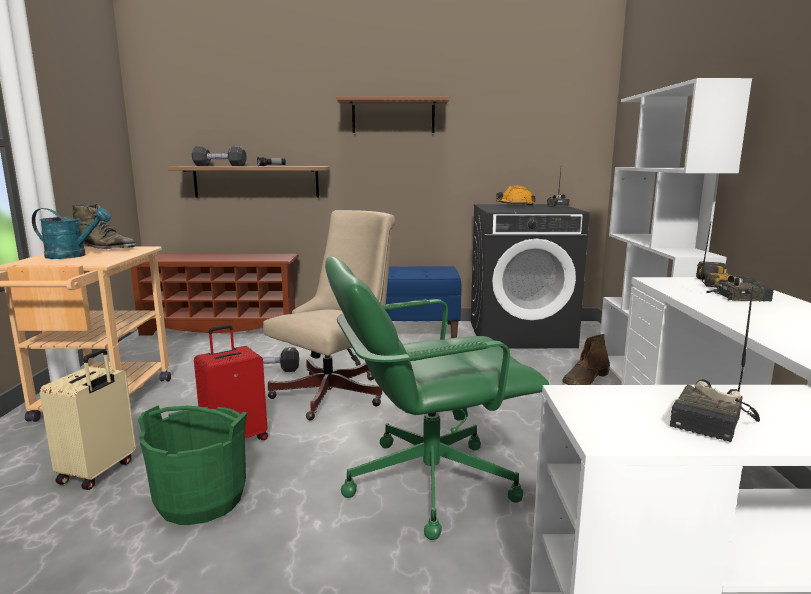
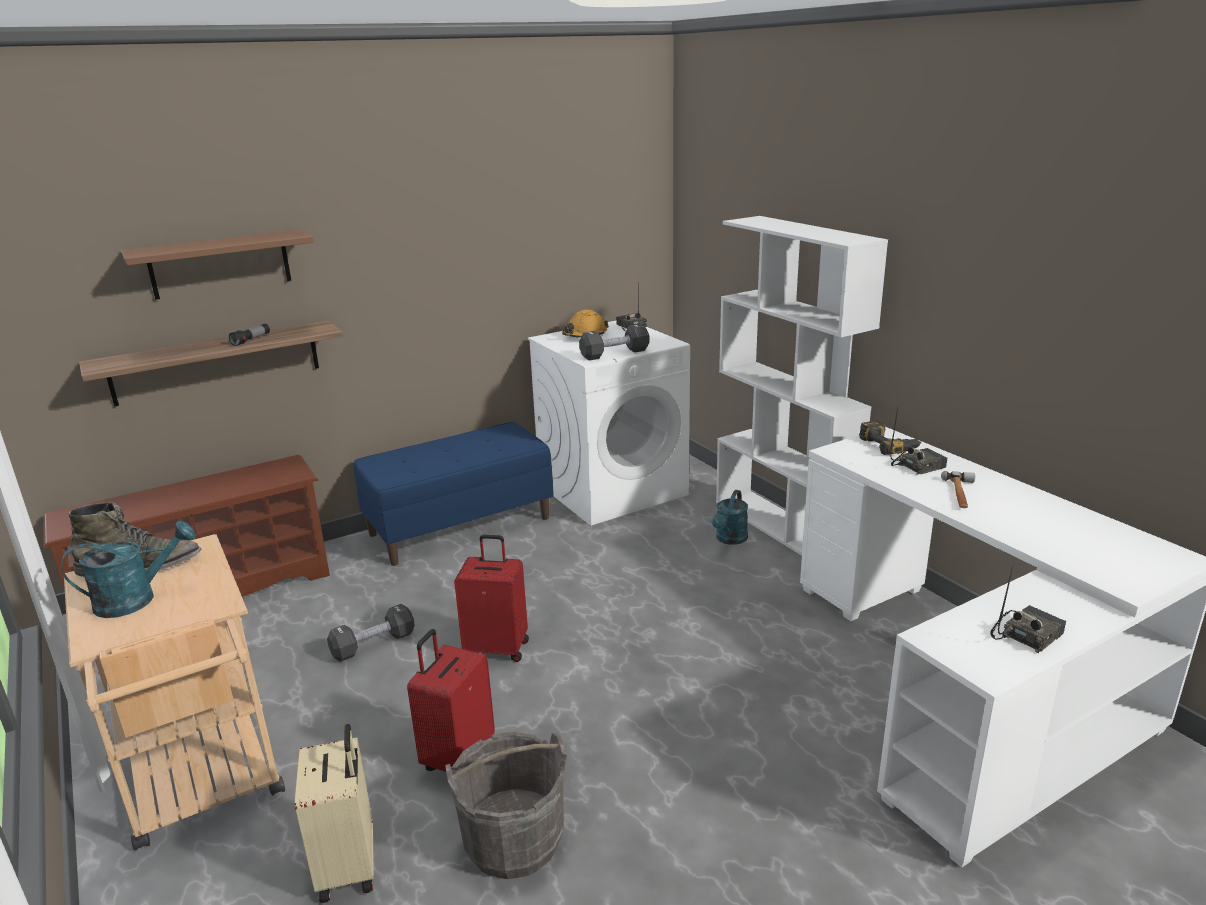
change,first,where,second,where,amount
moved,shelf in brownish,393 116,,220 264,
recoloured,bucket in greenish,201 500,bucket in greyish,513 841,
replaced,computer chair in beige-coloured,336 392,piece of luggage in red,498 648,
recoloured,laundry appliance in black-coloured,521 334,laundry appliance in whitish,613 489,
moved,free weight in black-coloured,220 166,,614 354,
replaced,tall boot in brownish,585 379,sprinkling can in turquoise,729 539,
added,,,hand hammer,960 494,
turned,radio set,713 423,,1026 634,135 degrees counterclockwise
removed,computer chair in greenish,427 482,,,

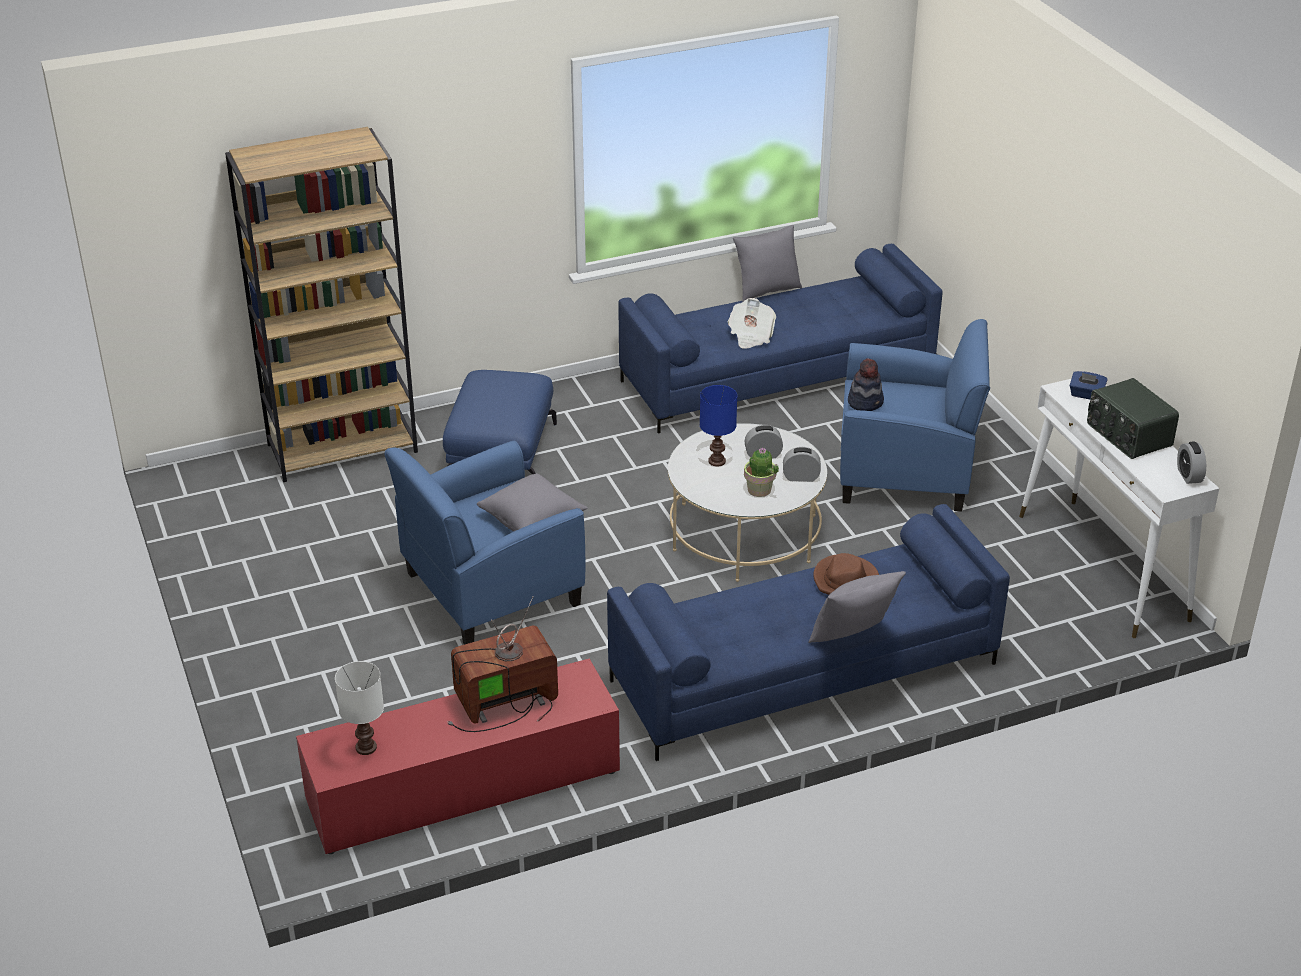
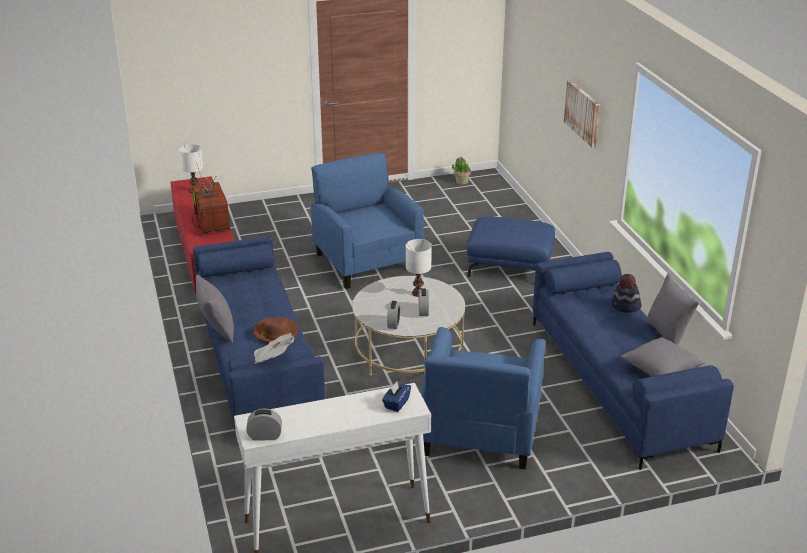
change,first,where,second,where,amount
moved,daily paper,751 336,,273 357,
recoloured,table lamp in bluish,716 461,table lamp in whitish,418 293,
moved,plant in a pot,759 490,,461 181,
added,,,picture,582 113,
moved,hat,865 402,,625 306,
moved,cushion in greyish,532 520,,660 371,
removed,bookshelf in brownish,343 448,,,
removed,radio set,1128 435,,,

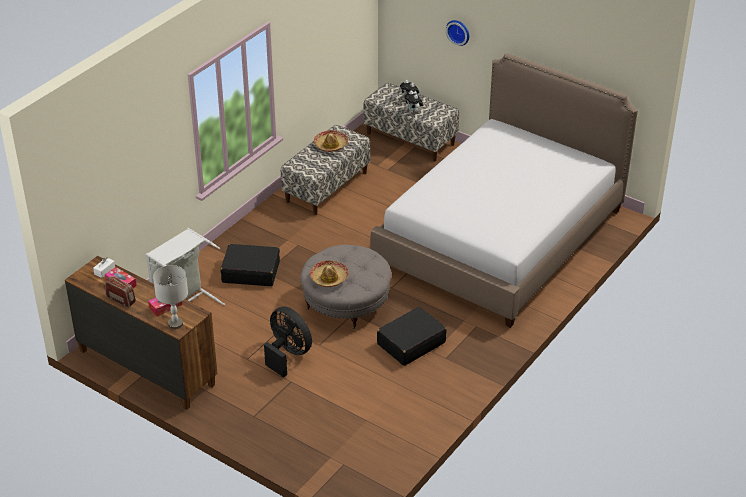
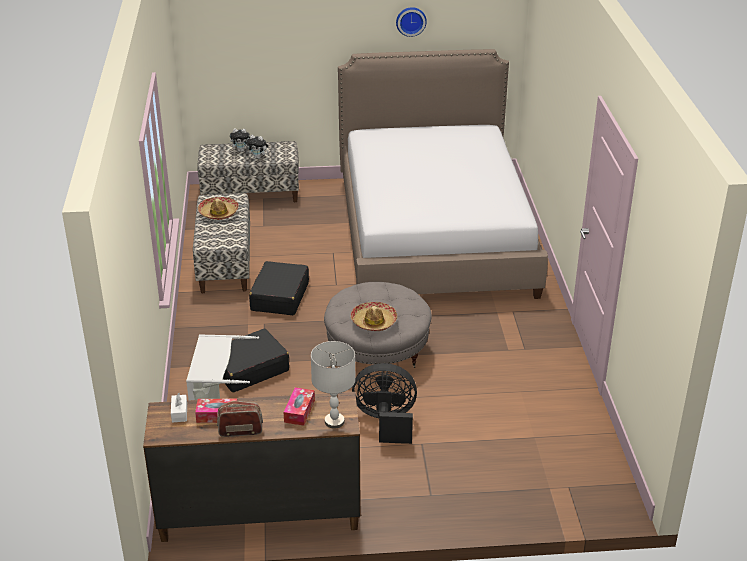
change,first,where,second,where,amount
moved,piece of luggage in black-coloured,411 343,,279 297,
moved,clock on the wall,459 31,,411 21,

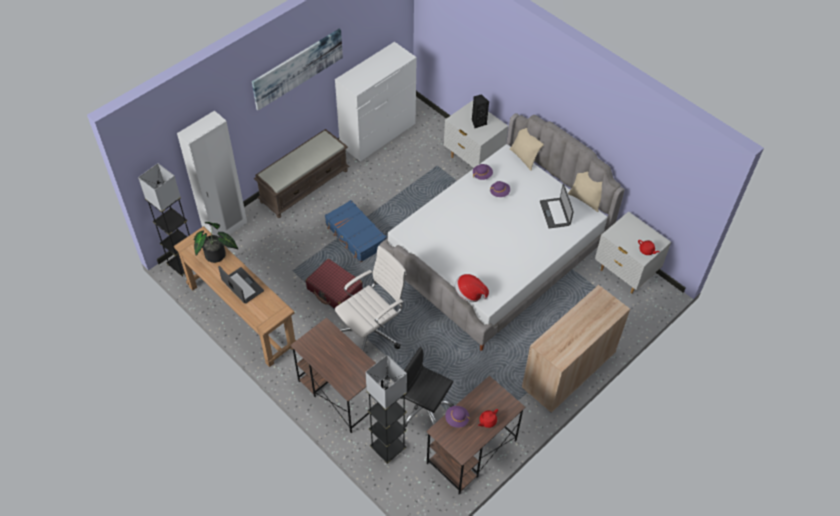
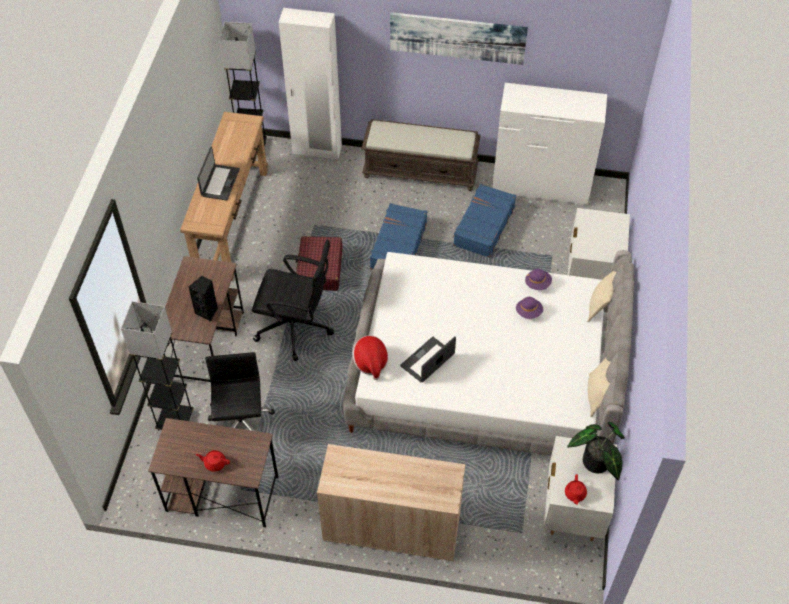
change,first,where,second,where,amount
moved,speaker in black-coloured,478 122,,207 312,
recoloured,computer chair in whitish,372 332,computer chair in black-coloured,296 328,
moved,laptop,555 213,,428 360,
added,,,piece of luggage in bluish,483 226,
moved,plant in a pot,217 256,,596 464,
removed,hat in purple-coloured,457 419,,,

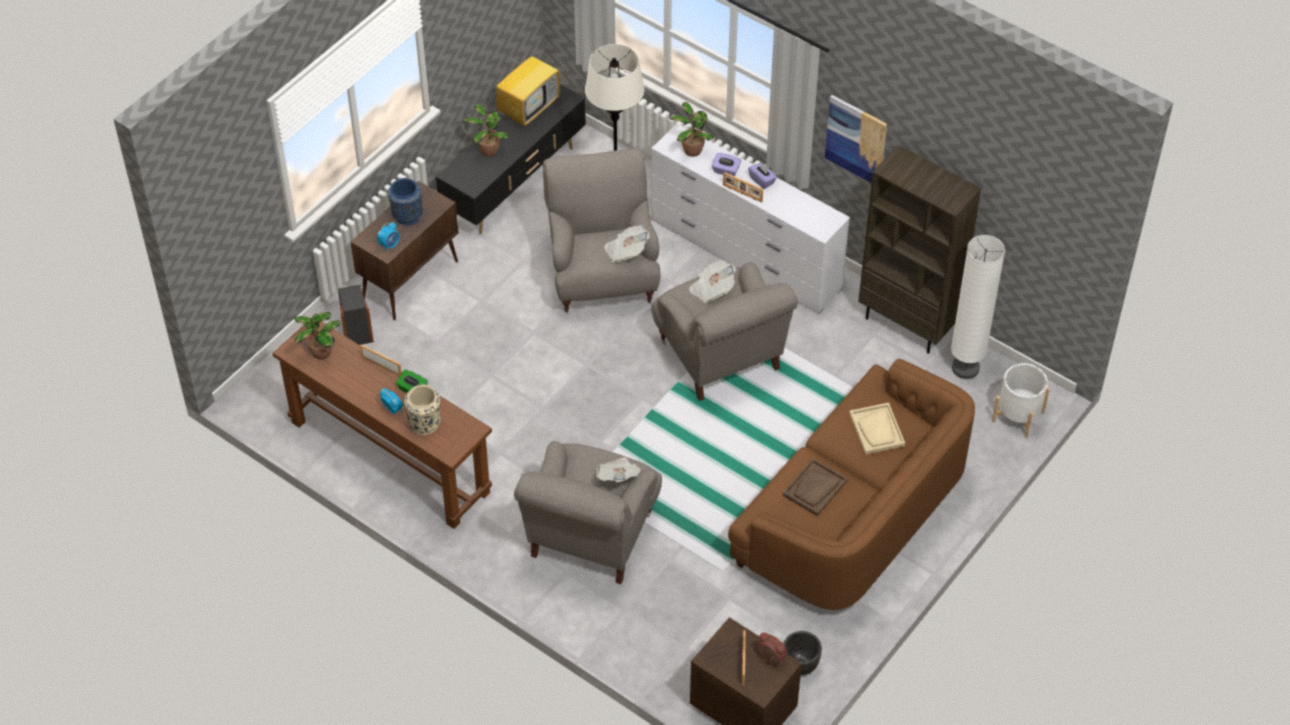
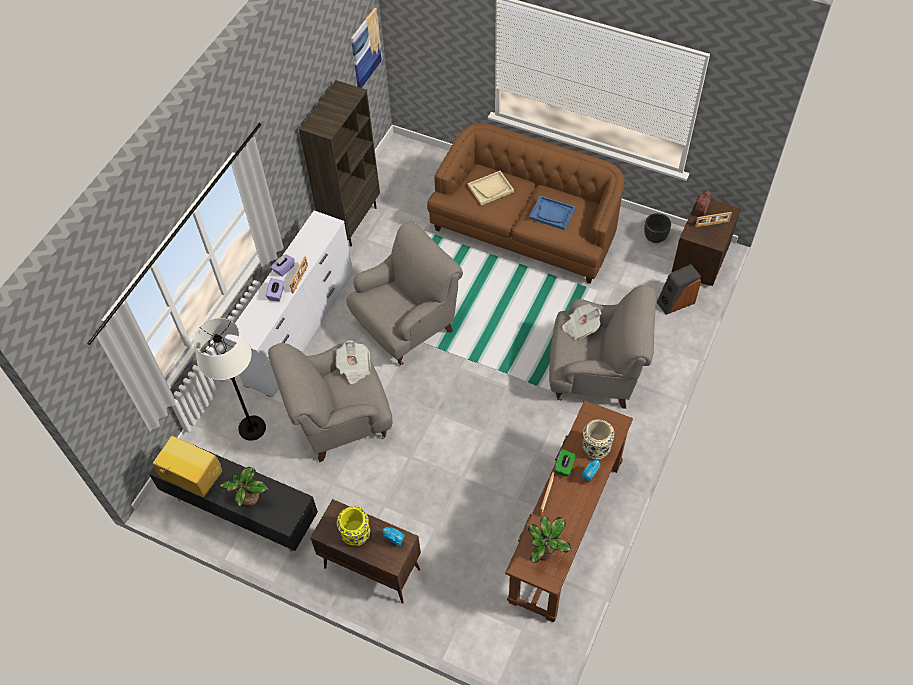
change,first,where,second,where,amount
recoloured,flower vase in bluish,407 215,flower vase in yellowish,356 535,
moved,picture,856 140,,365 49,
recoloured,serving tray in brownish,815 488,serving tray in bluish,552 213,
moved,speaker,356 329,,675 302,
removed,plant in a pot,691 150,,,
removed,daily paper,712 289,,,
removed,floor lamp in whitish,965 368,,,
removed,planter in whitish,1018 416,,,

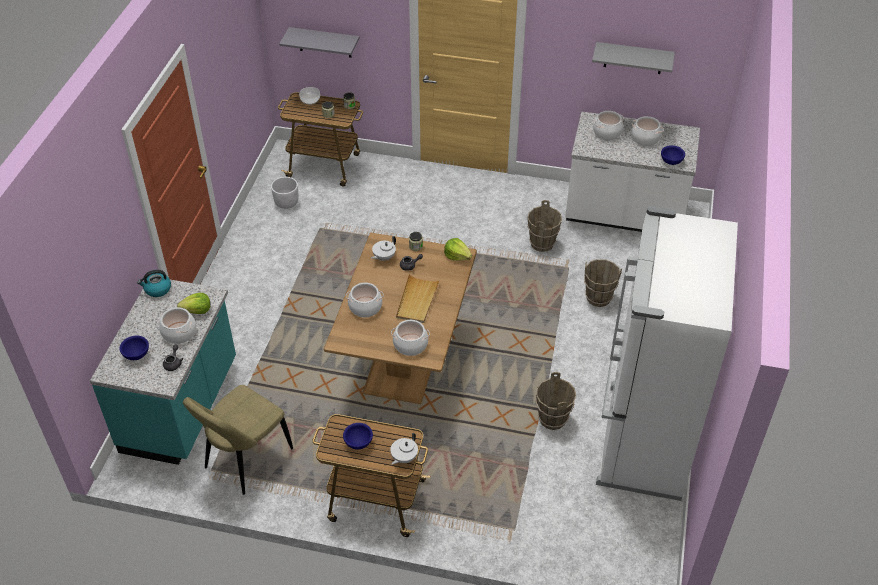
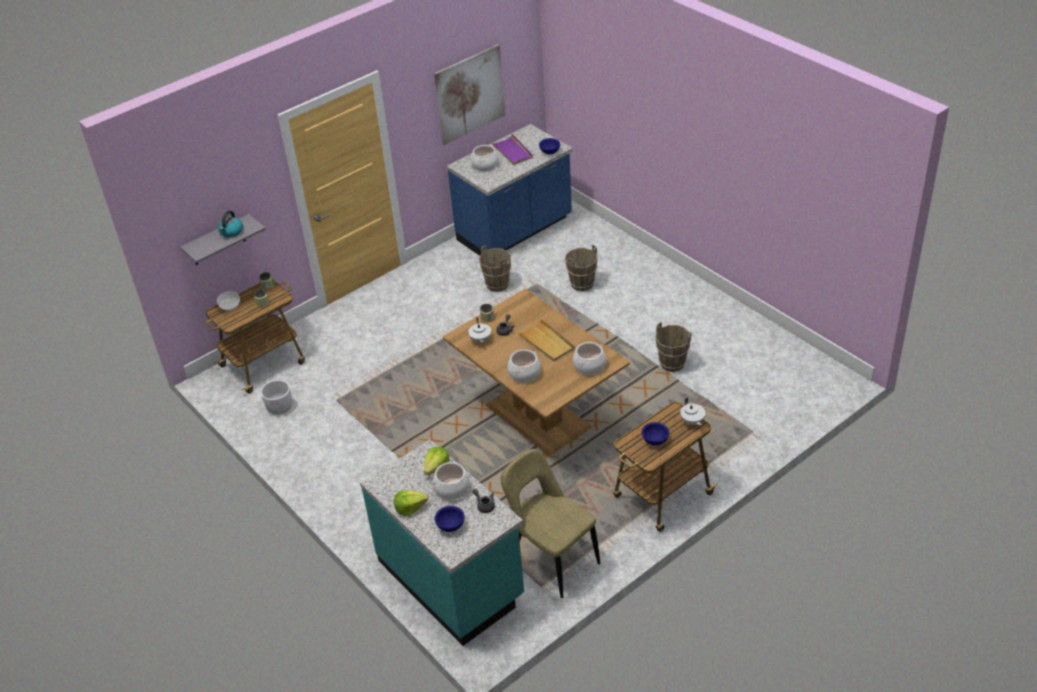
change,first,where,second,where,amount
moved,tea kettle,157 289,,231 232,
moved,lettuce head,457 256,,410 507,
replaced,shelf in greyish,633 58,picture,470 94,
recoloured,kitchen counter in whitish,624 215,kitchen counter in bluish,515 230,
replaced,stockpot,645 138,serving tray in purple-coloured,512 151,
turned,upright chair in beige-coloured,245 460,,551 560,150 degrees clockwise
removed,fridge in whitish,641 441,,,

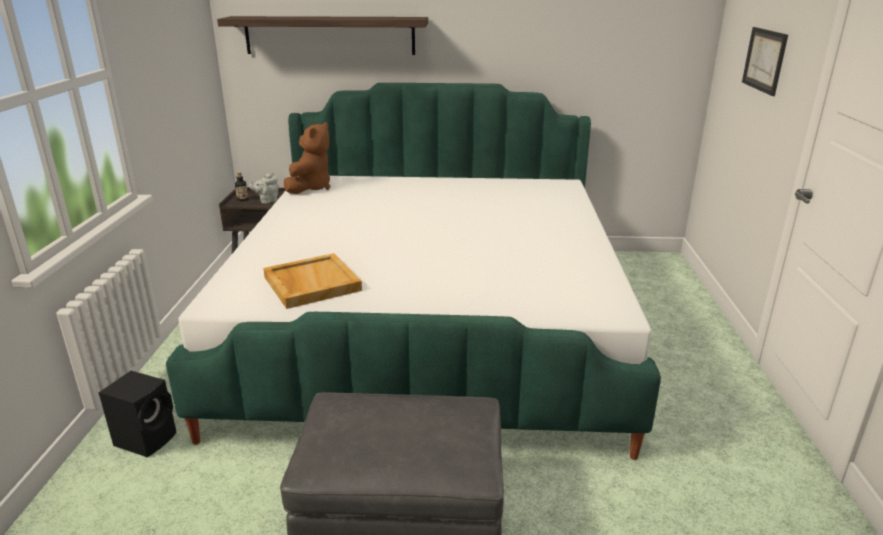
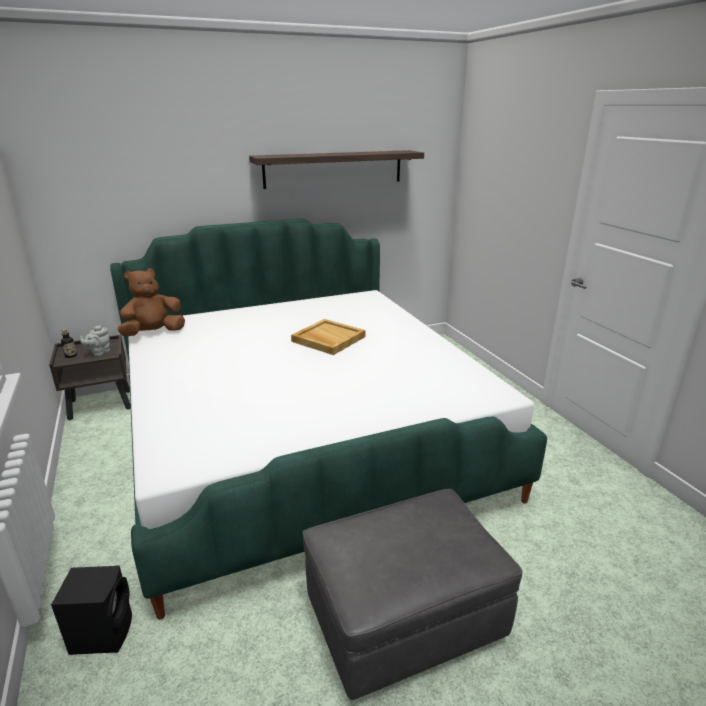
change,first,where,second,where,amount
turned,plush toy in brownish,310 188,,153 333,120 degrees counterclockwise
moved,shelf,329 35,,334 169,
moved,serving tray in beige-coloured,311 283,,328 339,
removed,picture,764 60,,,

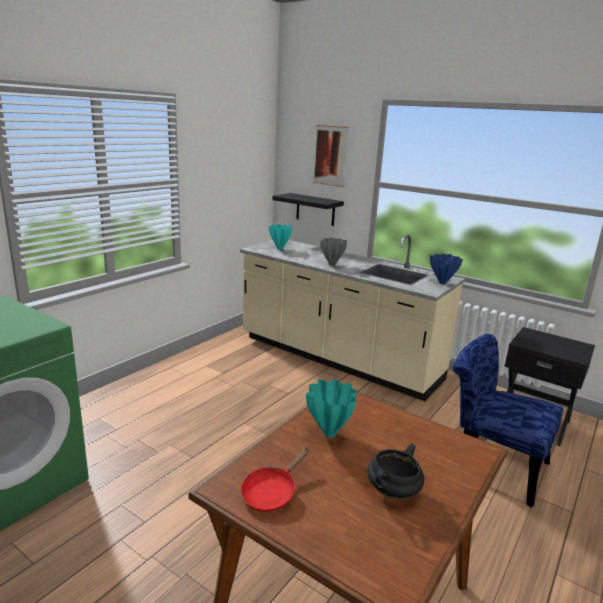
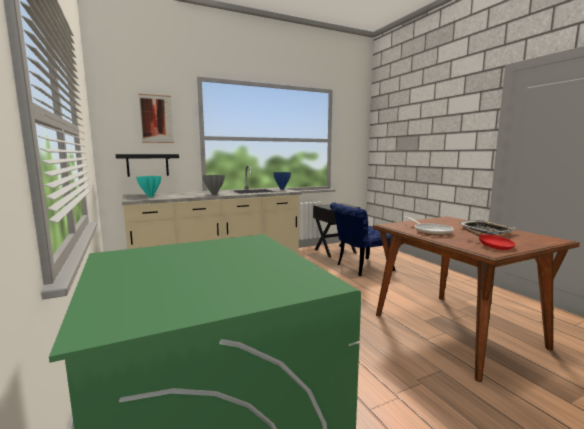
change,first,where,second,where,amount
replaced,flower vase in turquoise,329 433,frying pan,430 231,
replaced,stockpot in black-coloured,393 492,serving tray,485 231,

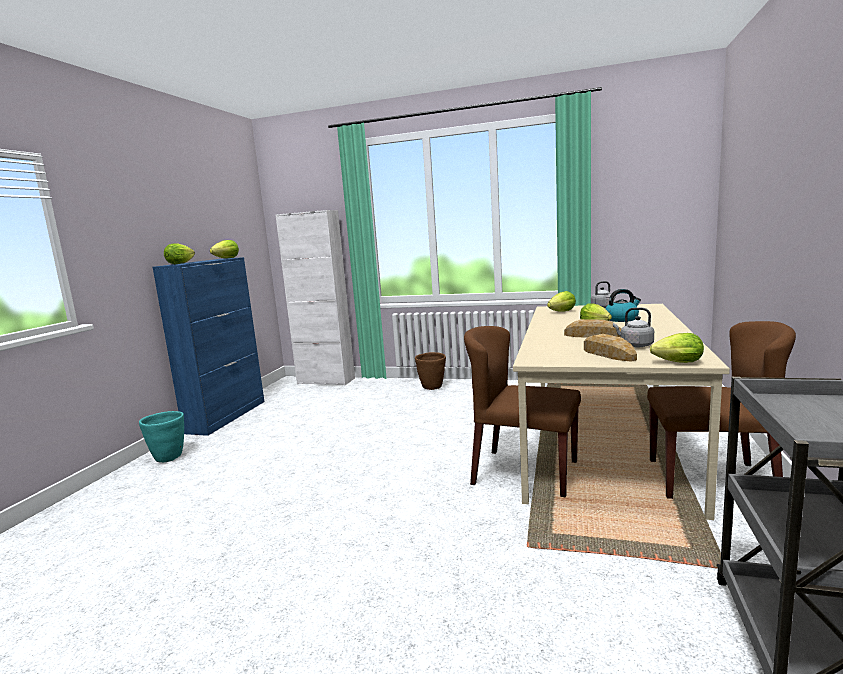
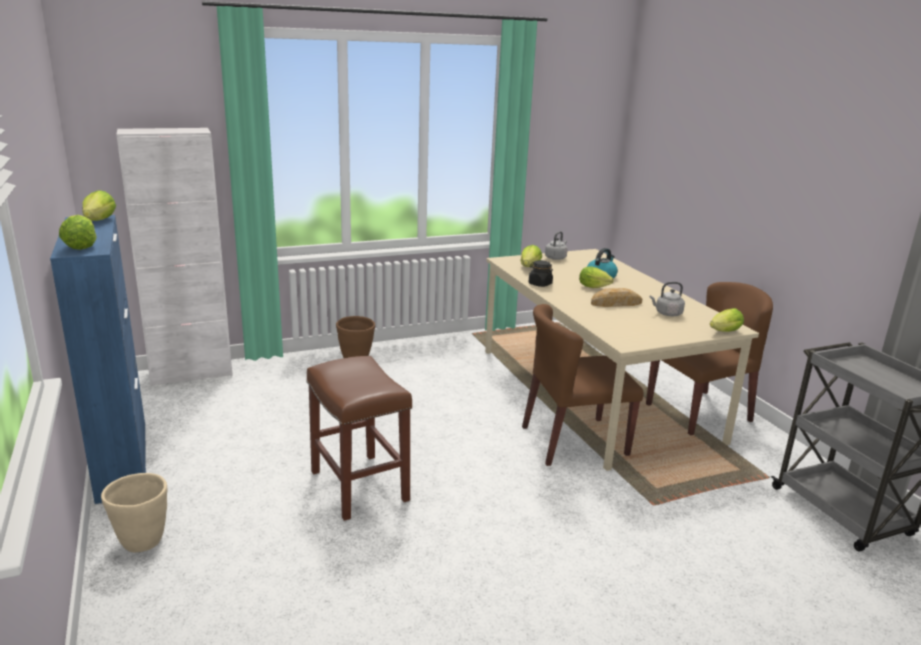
change,first,where,second,where,amount
recoloured,planter in turquoise,169 457,planter in beige-coloured,142 541,
added,,,sitting stool in brownish,360 486,
added,,,preserve jar in black-coloured,540 284,
removed,bakery bread,608 354,,,

